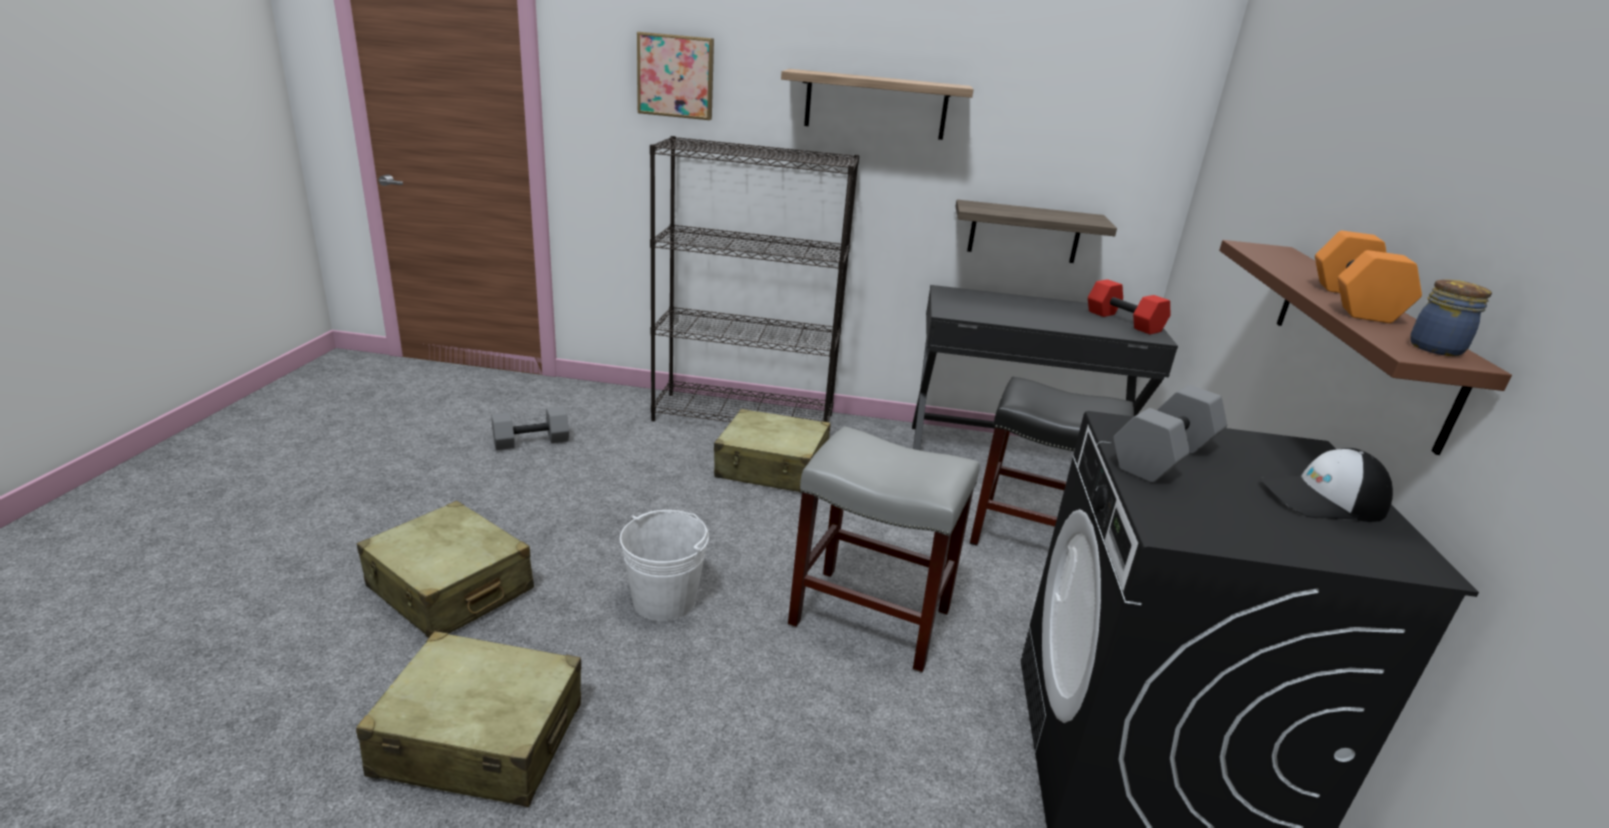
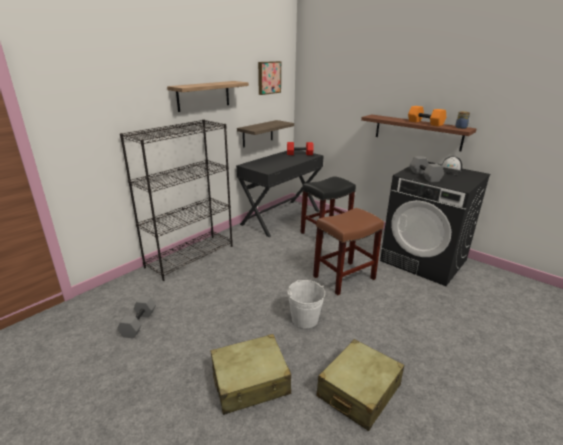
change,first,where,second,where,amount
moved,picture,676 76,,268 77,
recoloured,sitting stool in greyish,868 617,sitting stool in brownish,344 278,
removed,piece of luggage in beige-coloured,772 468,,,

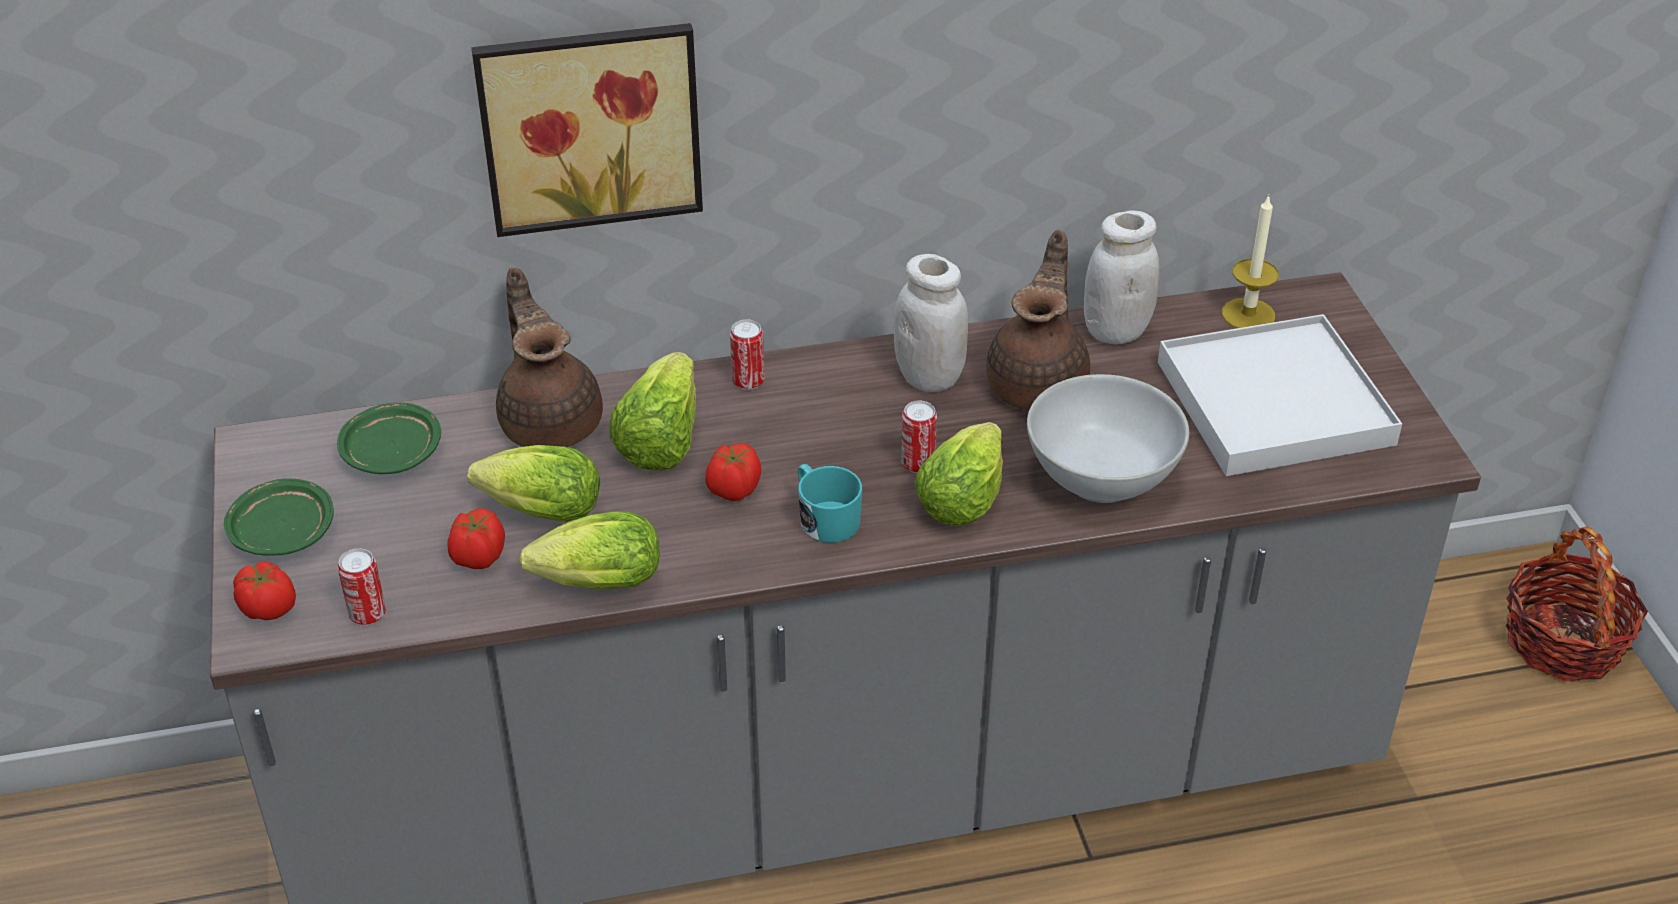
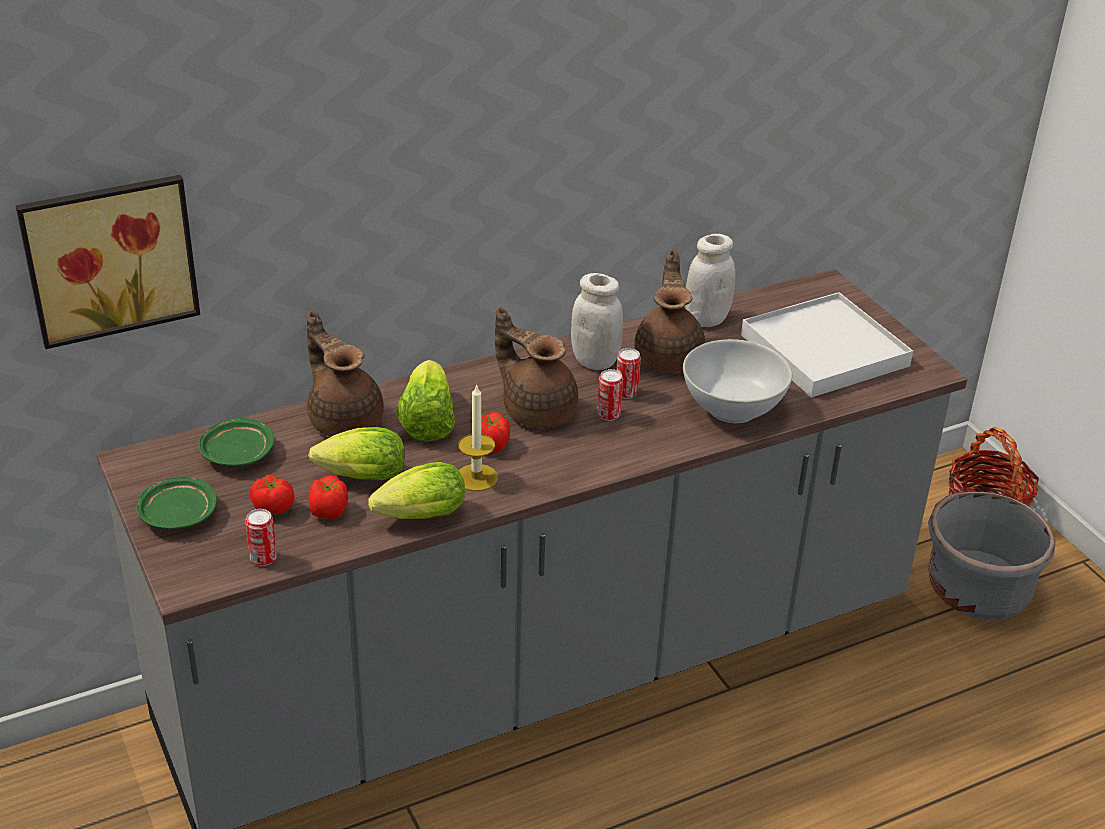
change,first,where,second,where,amount
moved,picture,589 124,,109 257,
moved,whole tomato,269 608,,273 508,
moved,candle,1248 314,,476 477,
added,,,pot for tea in brownish,537 409,
moved,sealed can,748 381,,626 393,
added,,,planter in greyish,976 590,
removed,mug in turquoise,824 518,,,
removed,lettuce head,965 496,,,

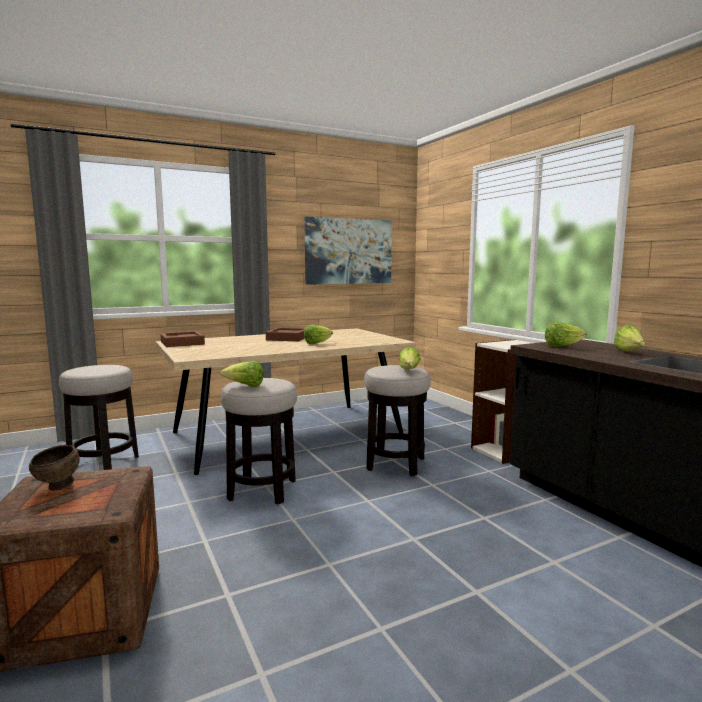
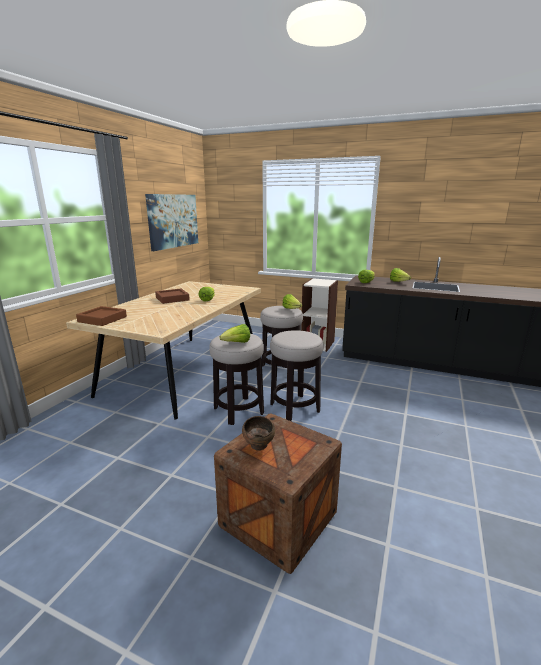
change,first,where,second,where,amount
moved,sitting stool,103 463,,294 407,

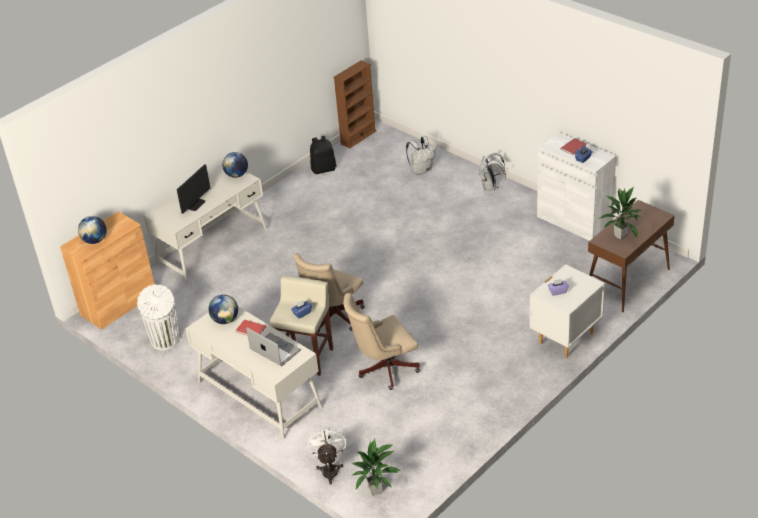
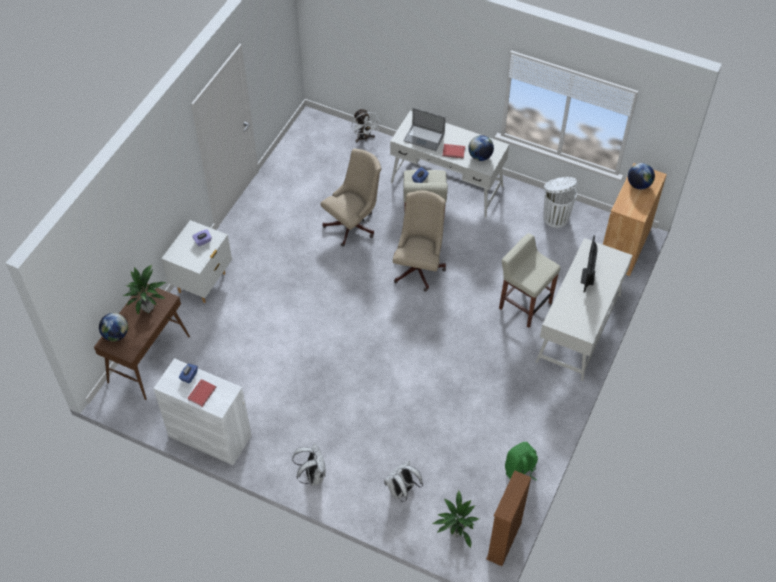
change,first,where,second,where,amount
moved,globe,236 175,,116 335,
moved,plant in a pot,376 491,,455 532,
added,,,sitting stool in beige-coloured,524 305,
recoloured,rucksack in black-coloured,324 169,rucksack in greenish,520 471,

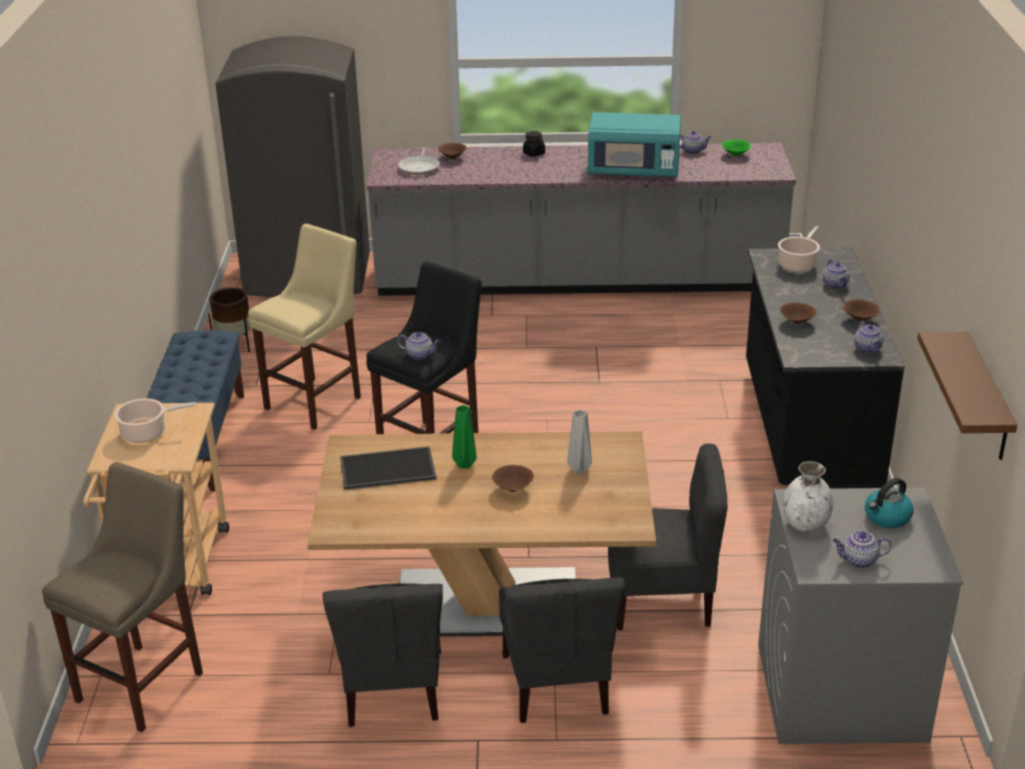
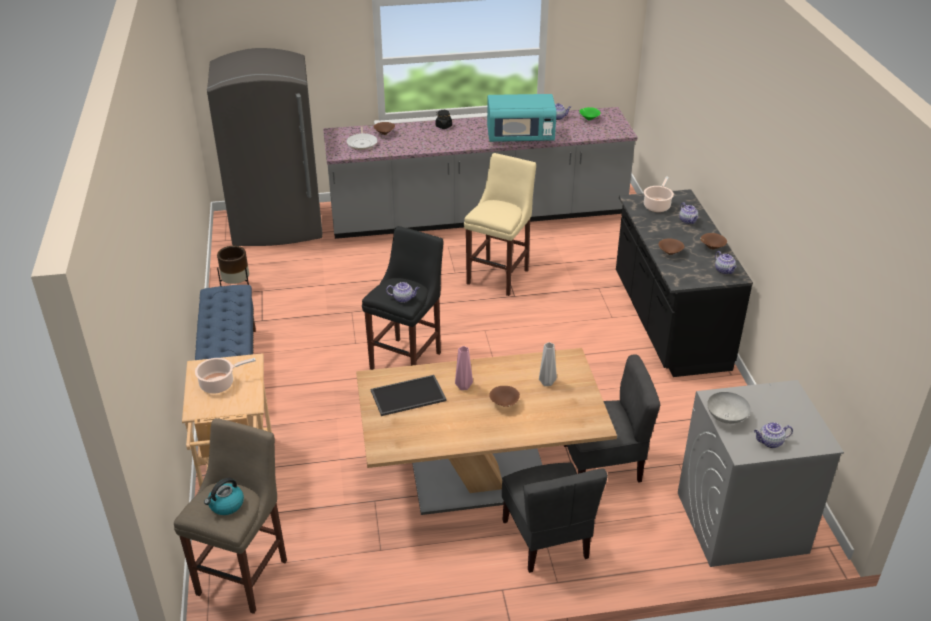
change,first,where,second,where,amount
moved,tea kettle,887 517,,226 505,
recoloured,flower vase in greenish,465 464,flower vase in pink,464 386,
moved,sitting stool in beige-coloured,316 401,,499 275,
replaced,flower vase in whitish,805 524,deep dish in greyish,725 417,
removed,upright chair in greyish,393 689,,,
removed,shelf in brownish,987 398,,,

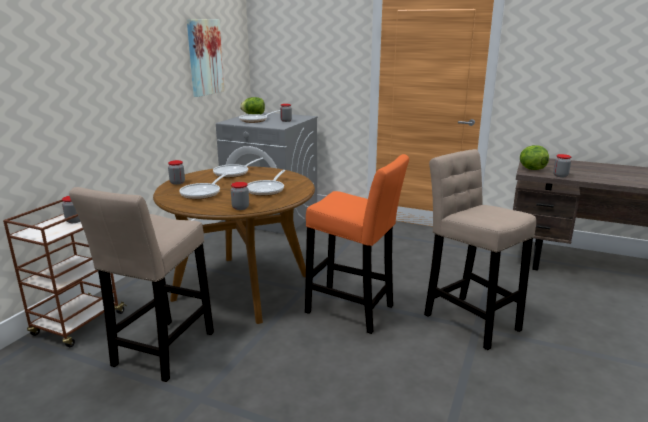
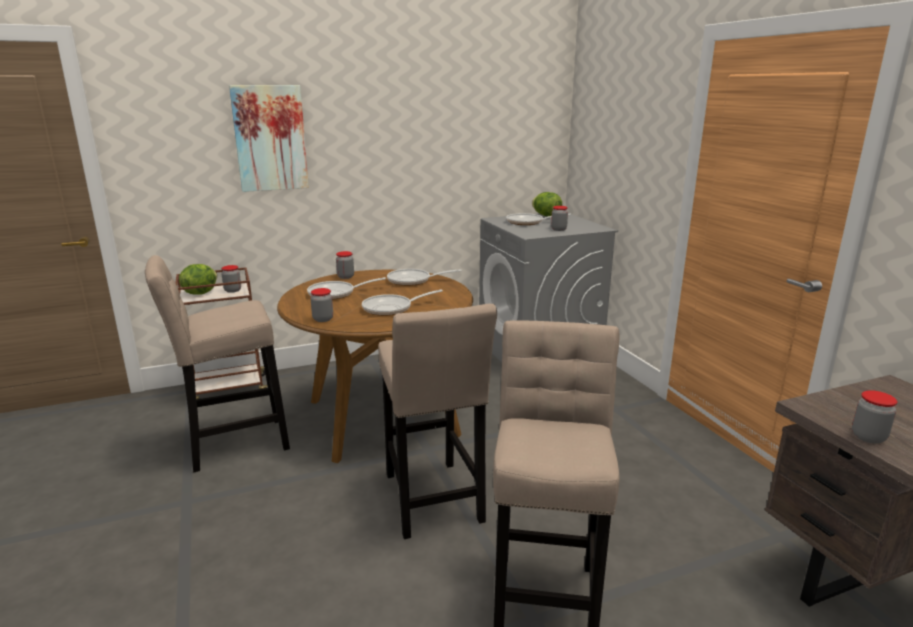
change,first,where,second,where,amount
moved,lettuce head,531 169,,200 293,
moved,picture,204 57,,270 138,
recoloured,sitting stool in orange,353 311,sitting stool in beige-coloured,433 502,

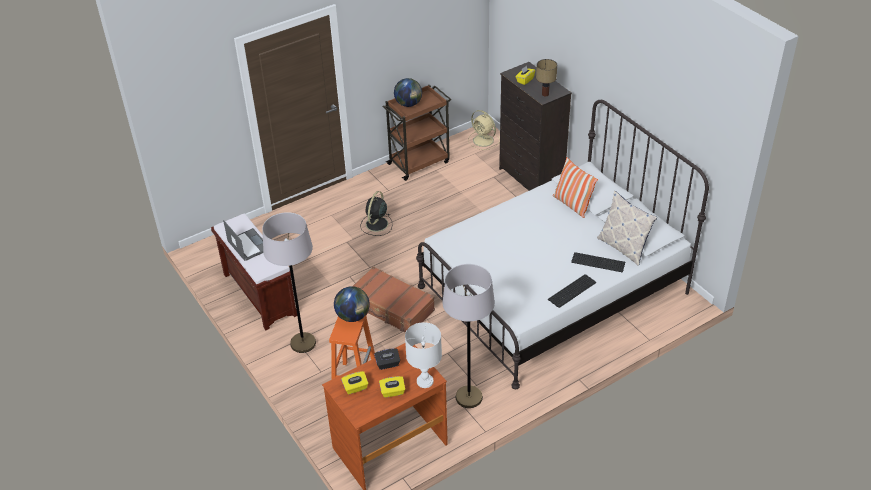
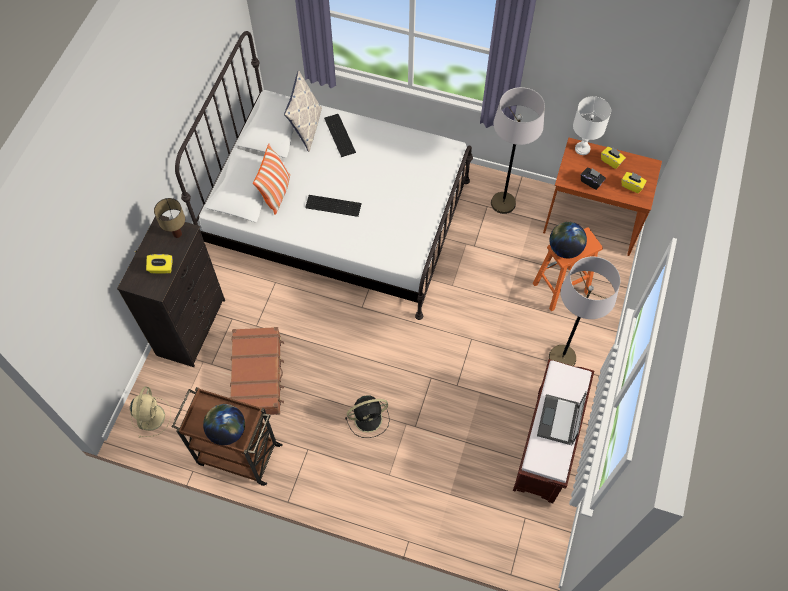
change,first,where,second,where,amount
moved,piece of luggage in brownish,391 307,,258 375,
moved,computer keyboard,573 291,,333 204,

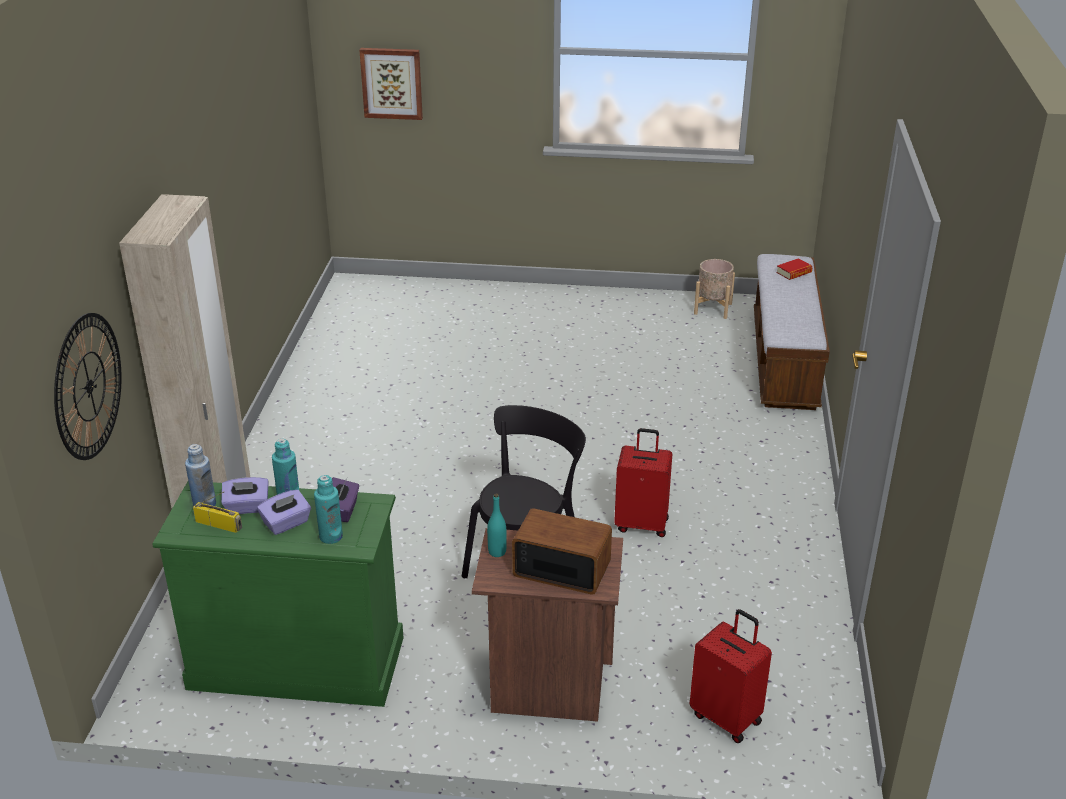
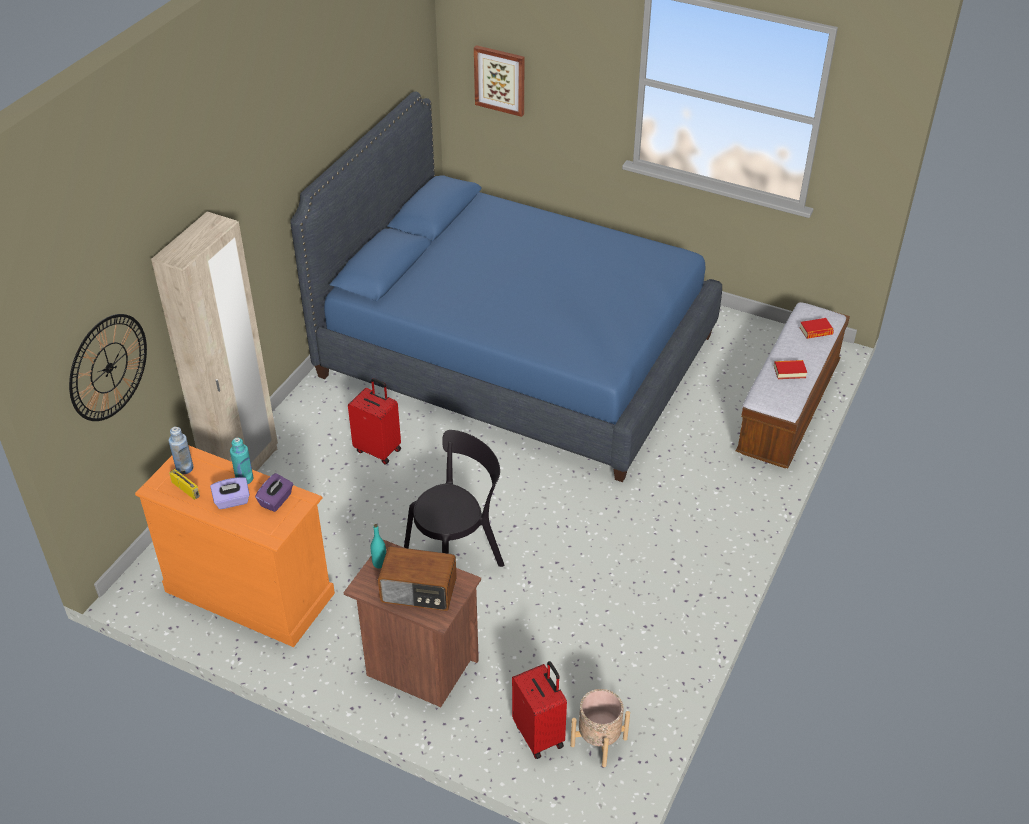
change,first,where,second,where,amount
recoloured,dresser in greenish,296 662,dresser in orange,249 592,
added,,,bed in bluish,516 355,
moved,piece of luggage in red,642 524,,378 449,
turned,radio set,561 568,,419 592,150 degrees clockwise
moved,planter in beige-coloured,712 308,,598 741,
added,,,book,789 372,
removed,box of tissues in purple-coloured,247 507,,,
removed,bottle in turquoise,331 536,,,

